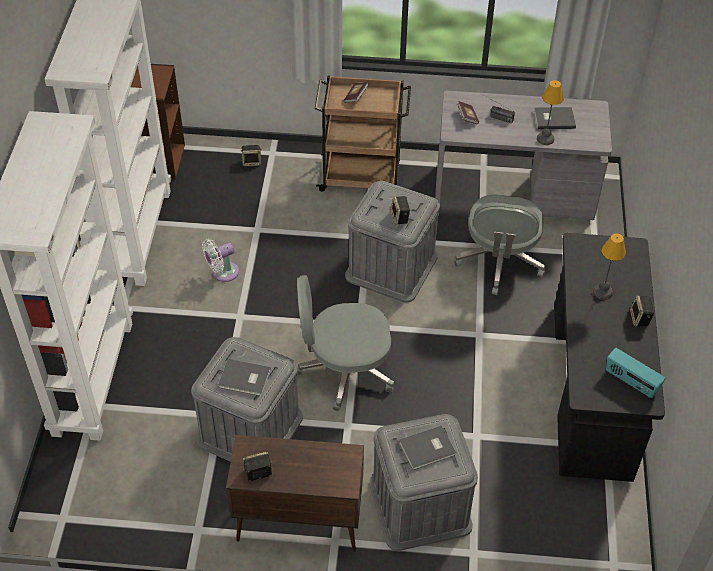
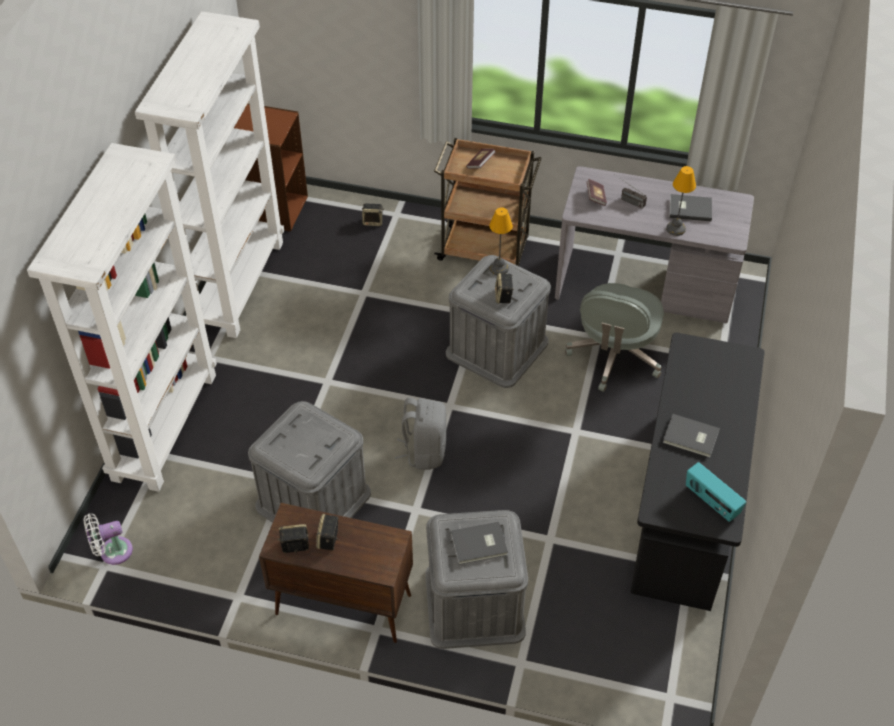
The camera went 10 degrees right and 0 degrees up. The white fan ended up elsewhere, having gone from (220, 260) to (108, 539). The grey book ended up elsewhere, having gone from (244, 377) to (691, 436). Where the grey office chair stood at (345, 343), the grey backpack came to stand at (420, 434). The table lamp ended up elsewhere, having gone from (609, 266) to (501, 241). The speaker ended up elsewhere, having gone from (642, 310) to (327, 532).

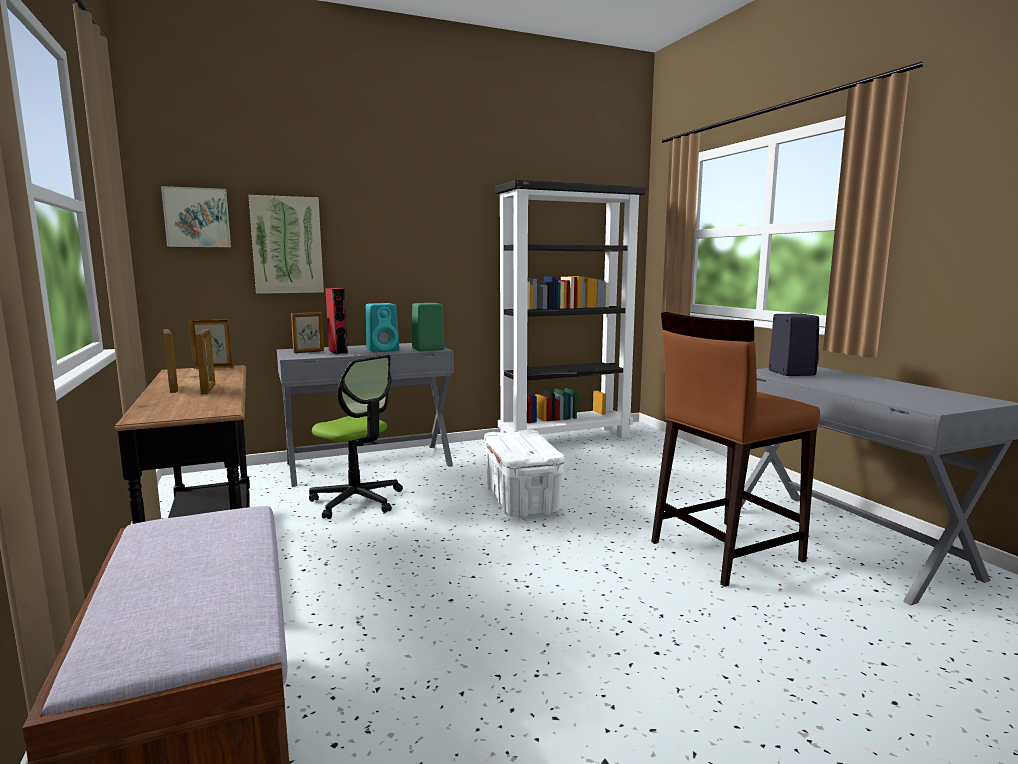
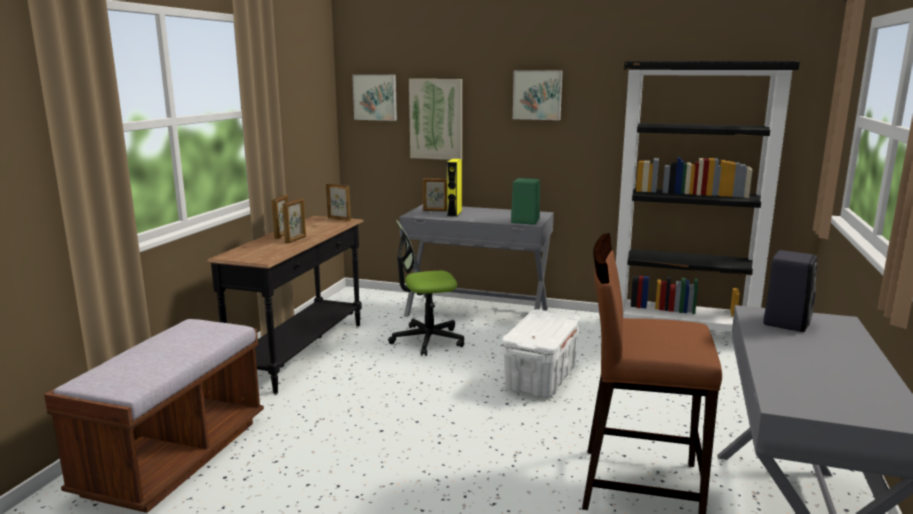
The camera went 40 degrees right and 5 degrees up. The office chair at (356, 437) ended up facing another way, 90 degrees clockwise from before. What was the red speaker at (336, 321) turned into the yellow speaker at (454, 188). The second view lost the turquoise speaker at (382, 327). The second view gained the picture at (537, 95).

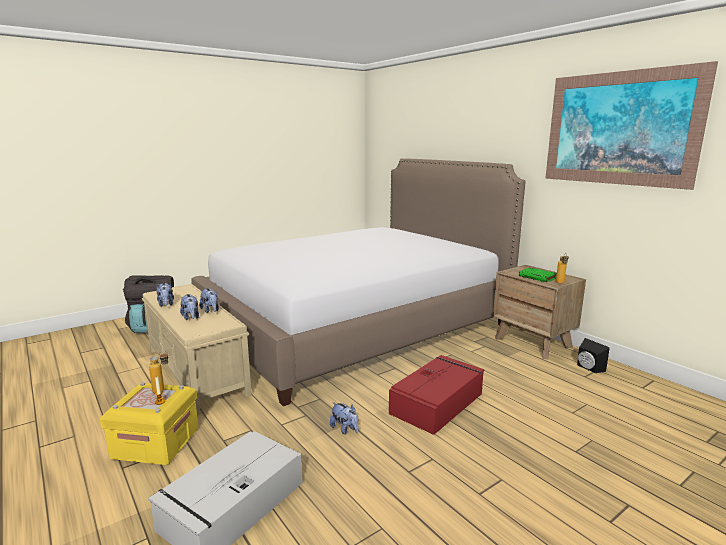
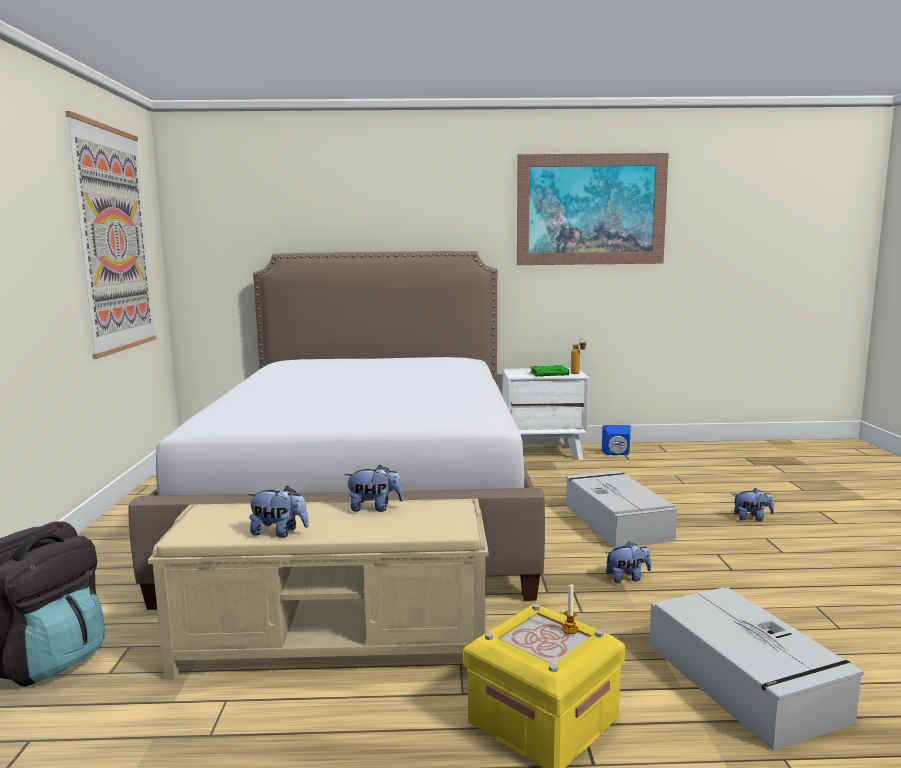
The camera went 55 degrees left and 5 degrees down. The second view lost the bottle at (159, 372). The plush toy ended up elsewhere, having gone from (189, 307) to (753, 504). What was the red storage box at (436, 395) turned into the grey storage box at (621, 509). What was the brown nightstand at (539, 312) turned into the white nightstand at (545, 414). What was the black speaker at (593, 355) turned into the blue speaker at (616, 440). The second view gained the picture at (111, 235).

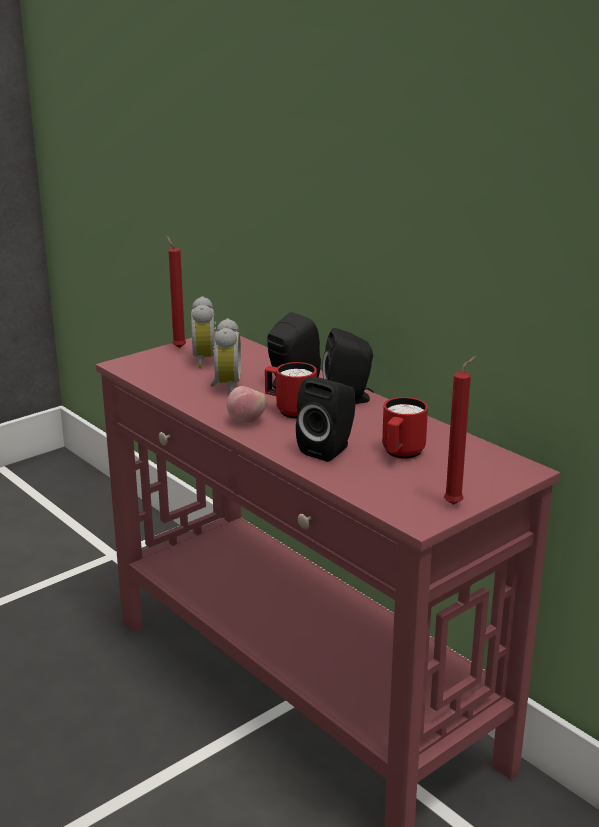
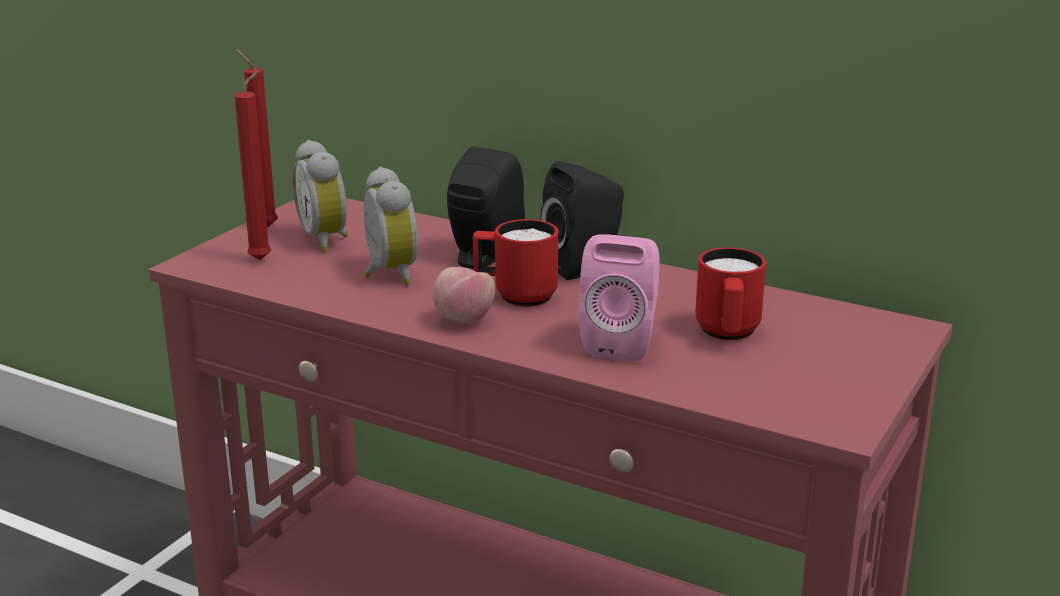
The camera went 20 degrees left and 0 degrees up. What was the black speaker at (326, 419) turned into the pink speaker at (619, 298). The red candle ended up elsewhere, having gone from (460, 430) to (253, 165).

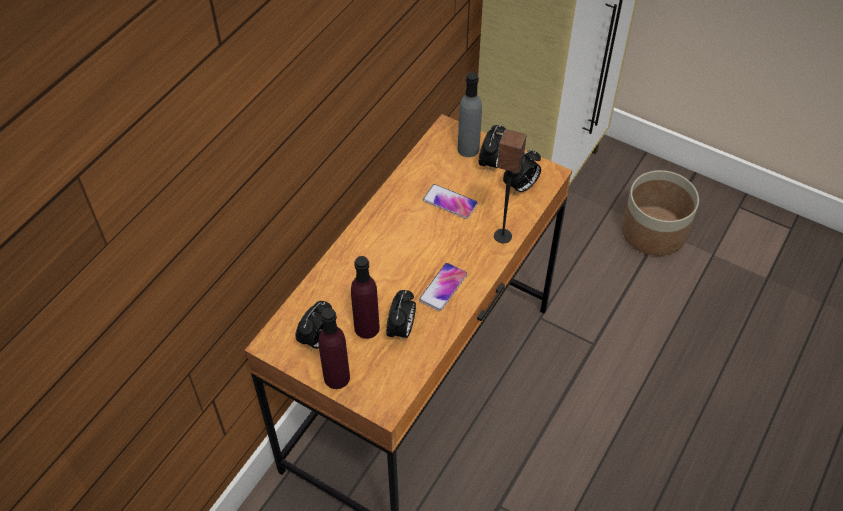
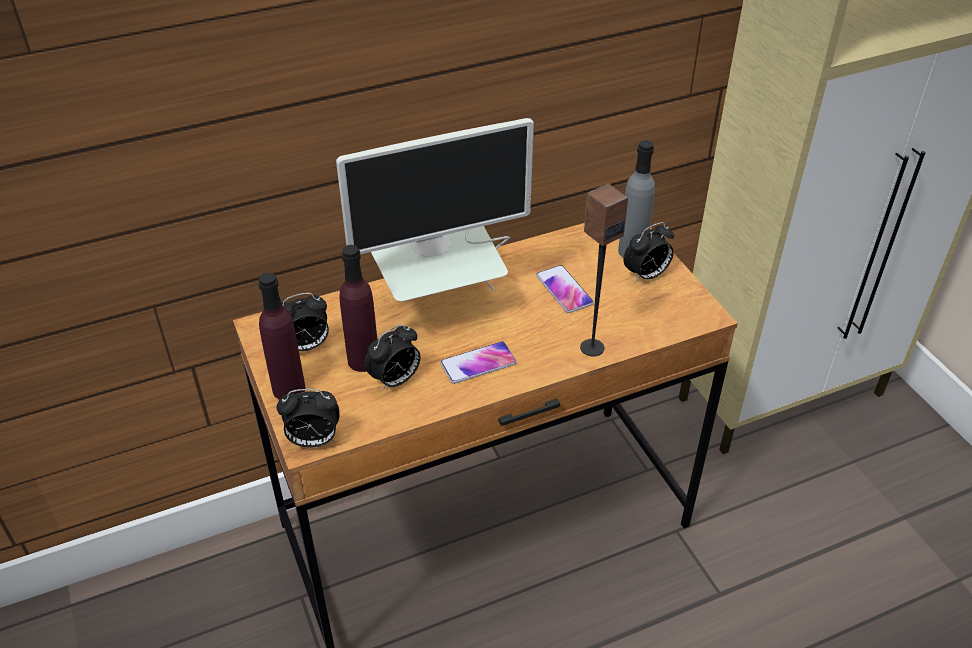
The camera went 35 degrees right and 10 degrees down. The alarm clock ended up elsewhere, having gone from (522, 172) to (308, 418). The second view lost the planter at (660, 213). The second view gained the monitor at (435, 210).

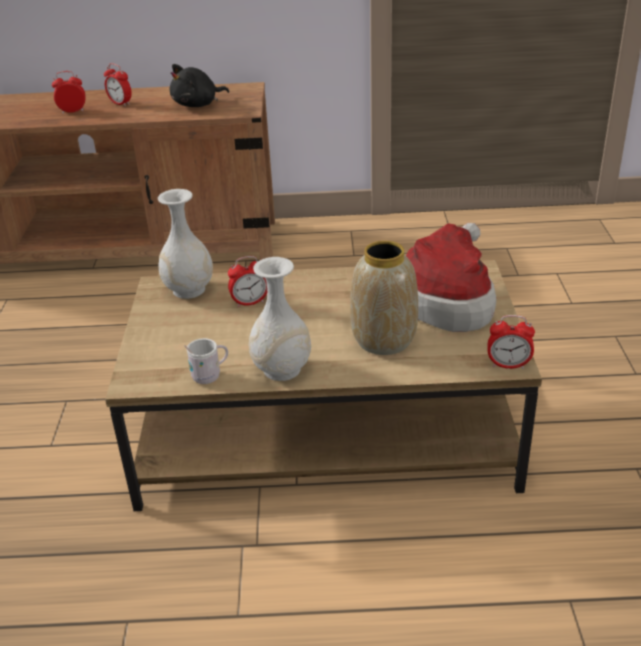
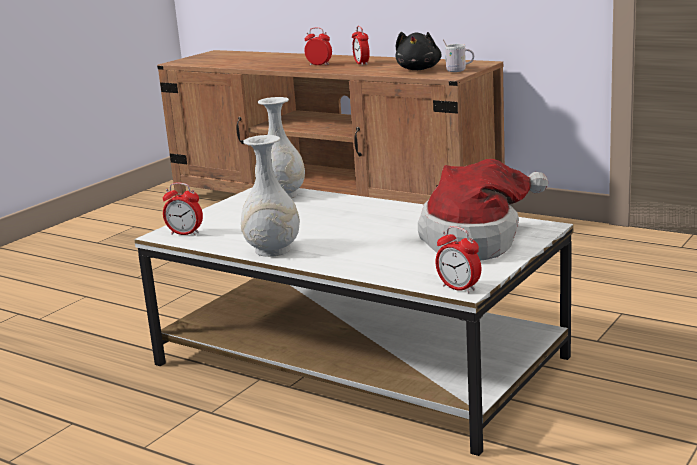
The camera went 35 degrees right and 15 degrees down. What was the brown coffee table at (323, 385) turned into the white coffee table at (354, 321). The black plush toy at (199, 85) ended up facing another way, 75 degrees counterclockwise from before. The white mug ended up elsewhere, having gone from (206, 361) to (458, 55). The alarm clock ended up elsewhere, having gone from (247, 281) to (183, 209). The second view lost the vase at (384, 298).

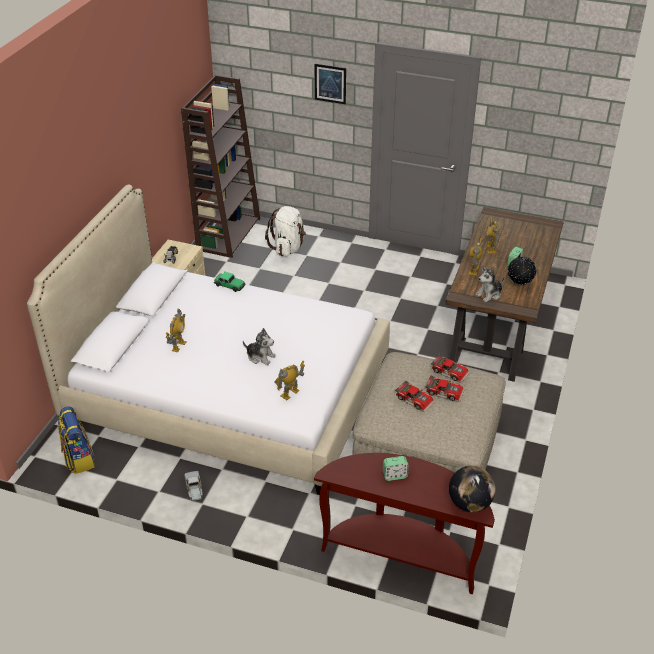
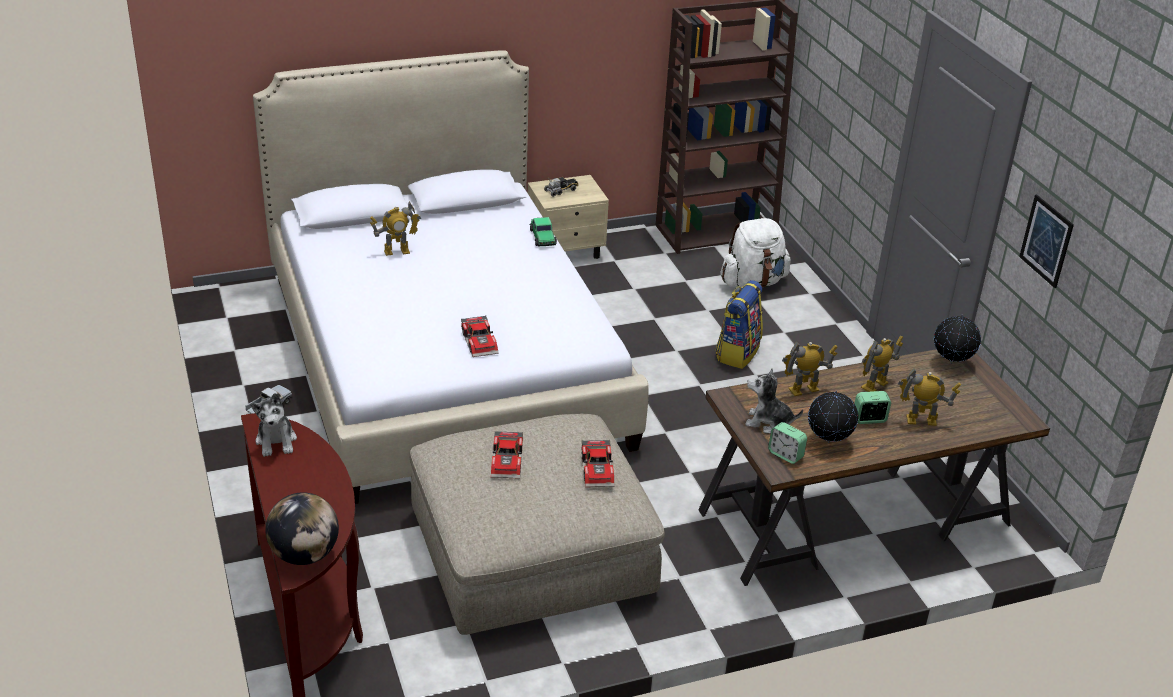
The camera went 50 degrees right and 5 degrees down. The backpack ended up elsewhere, having gone from (76, 440) to (739, 324). The plush toy ended up elsewhere, having gone from (259, 346) to (273, 425). The toy robot ended up elsewhere, having gone from (289, 380) to (929, 396). The picture ended up elsewhere, having gone from (330, 84) to (1046, 241). The alarm clock ended up elsewhere, having gone from (396, 468) to (787, 443). The toy car ended up elsewhere, having gone from (445, 388) to (479, 336). The second view gained the globe at (957, 339).

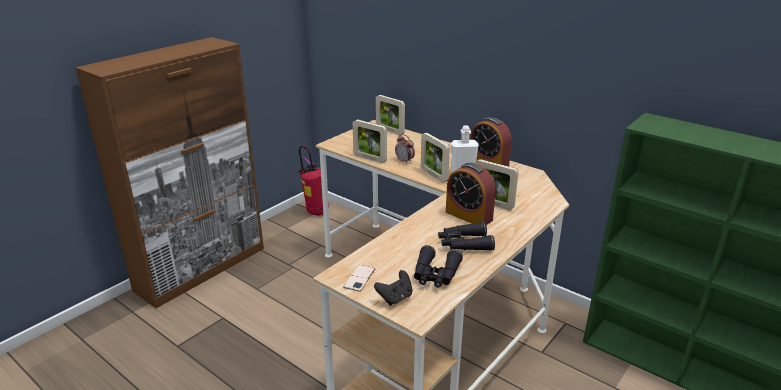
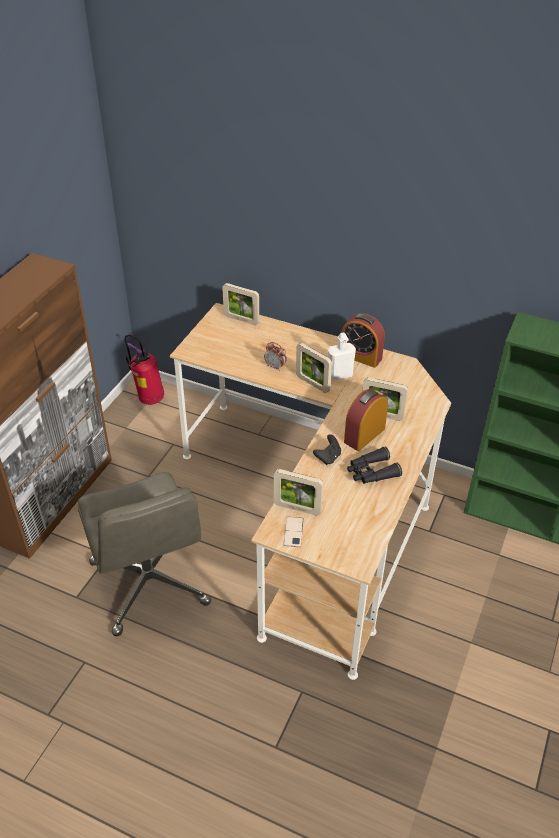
The camera went 15 degrees left and 15 degrees up. The picture frame ended up elsewhere, having gone from (370, 141) to (298, 492). The black game controller ended up elsewhere, having gone from (393, 288) to (327, 449). The second view lost the black binoculars at (438, 266). The alarm clock at (471, 194) ended up facing another way, 105 degrees clockwise from before. The second view gained the grey office chair at (144, 554).

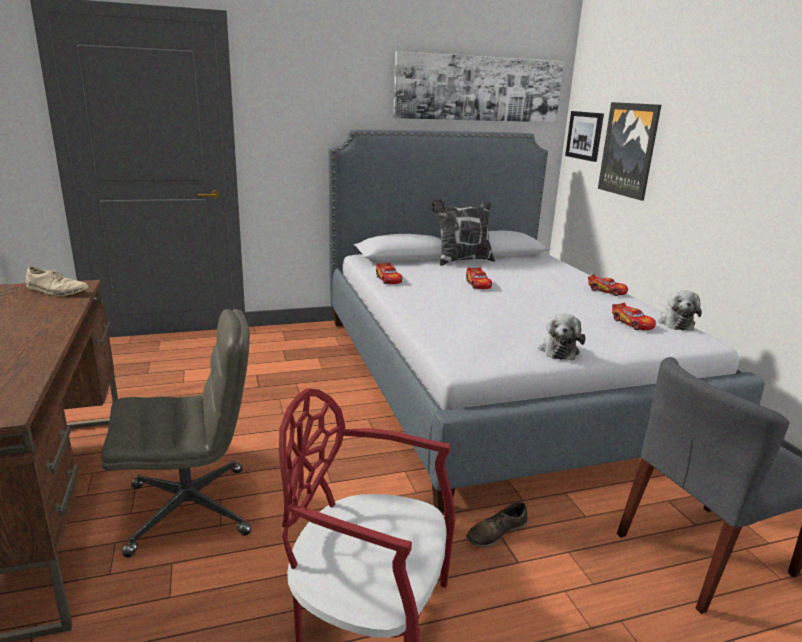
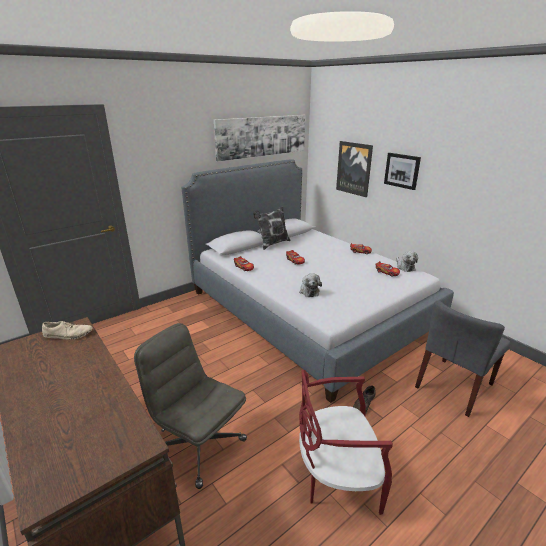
The camera went 20 degrees left and 5 degrees up. The grey office chair at (176, 433) ended up facing another way, 105 degrees counterclockwise from before. The plush toy ended up elsewhere, having gone from (561, 336) to (310, 285). The picture ended up elsewhere, having gone from (584, 136) to (402, 171).

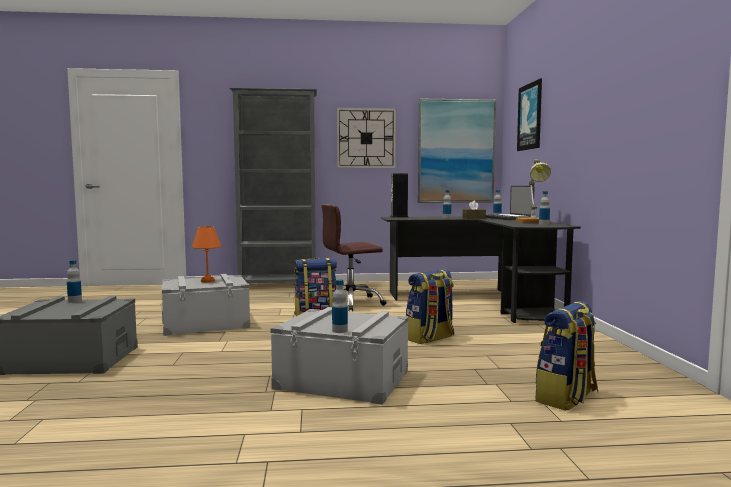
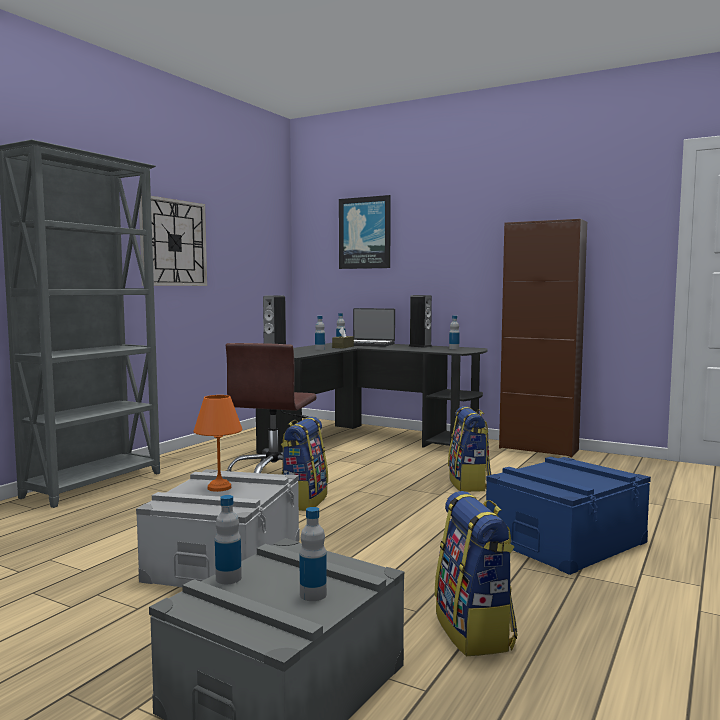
The camera went 55 degrees left and 0 degrees up. What was the grey storage box at (340, 356) turned into the blue storage box at (568, 516). The bottle ended up elsewhere, having gone from (340, 306) to (313, 554). The second view lost the picture at (457, 150). Where the table lamp stood at (533, 191), the speaker came to stand at (420, 321). The backpack ended up elsewhere, having gone from (566, 355) to (476, 573). The second view gained the brown cabinet at (543, 338).

